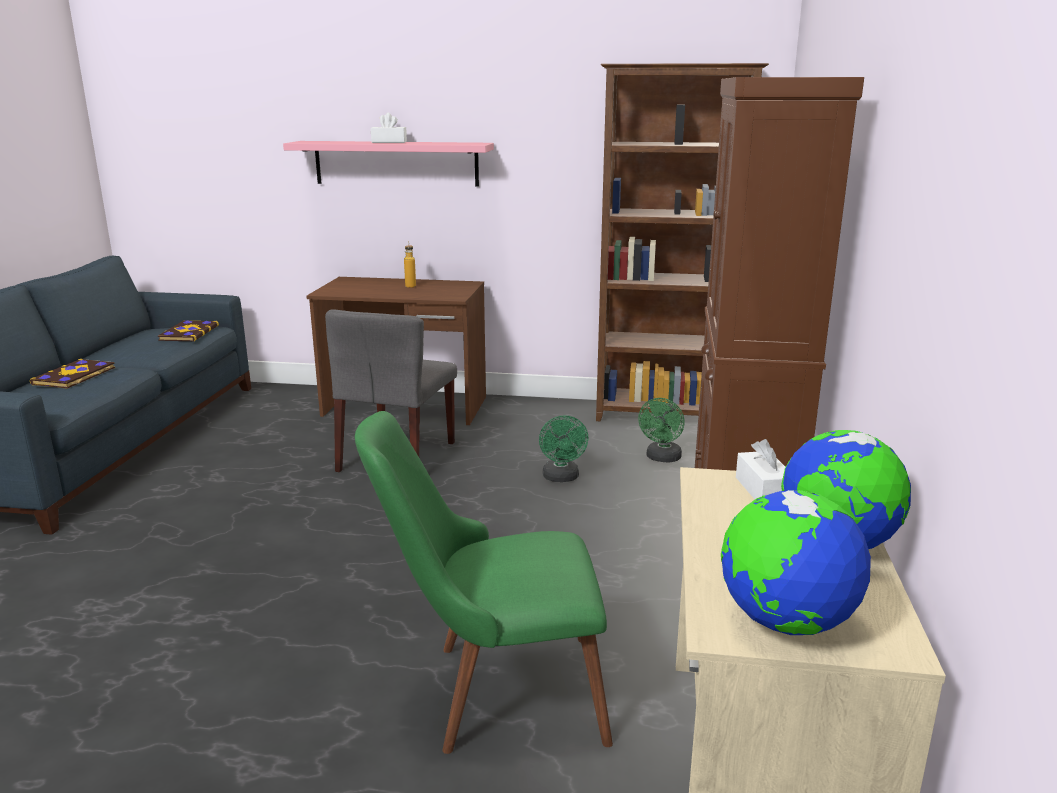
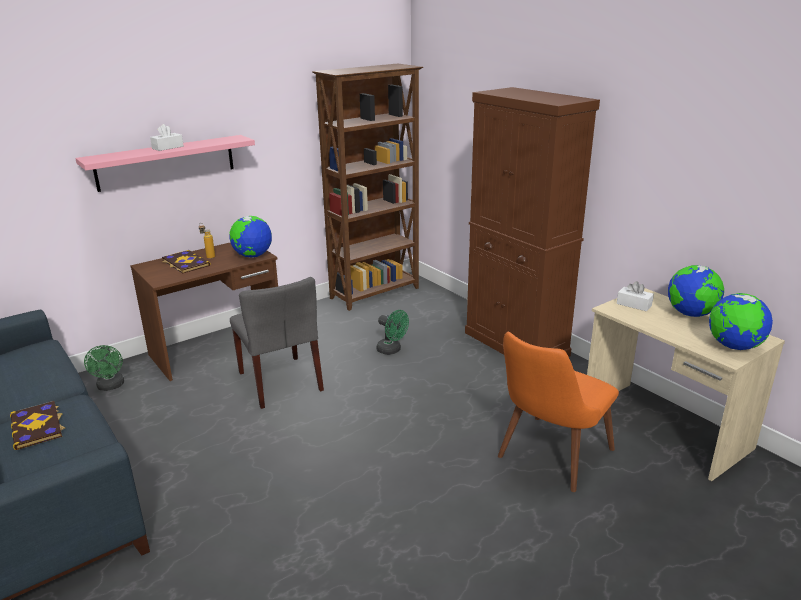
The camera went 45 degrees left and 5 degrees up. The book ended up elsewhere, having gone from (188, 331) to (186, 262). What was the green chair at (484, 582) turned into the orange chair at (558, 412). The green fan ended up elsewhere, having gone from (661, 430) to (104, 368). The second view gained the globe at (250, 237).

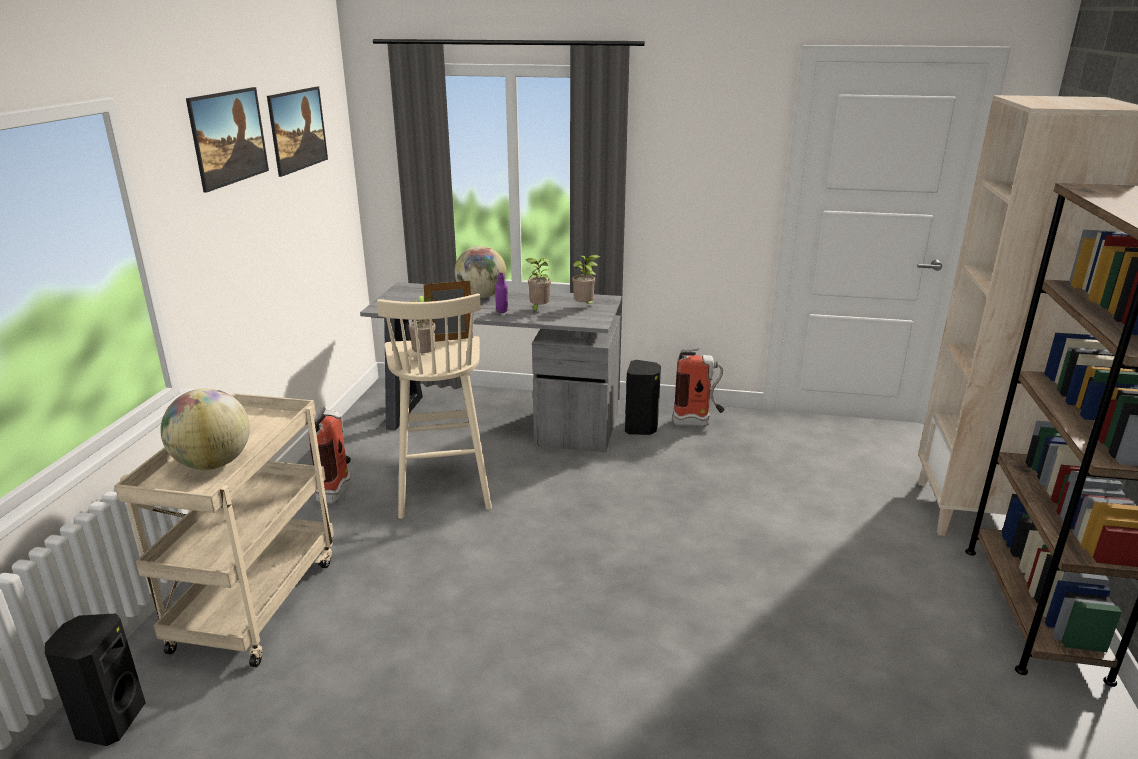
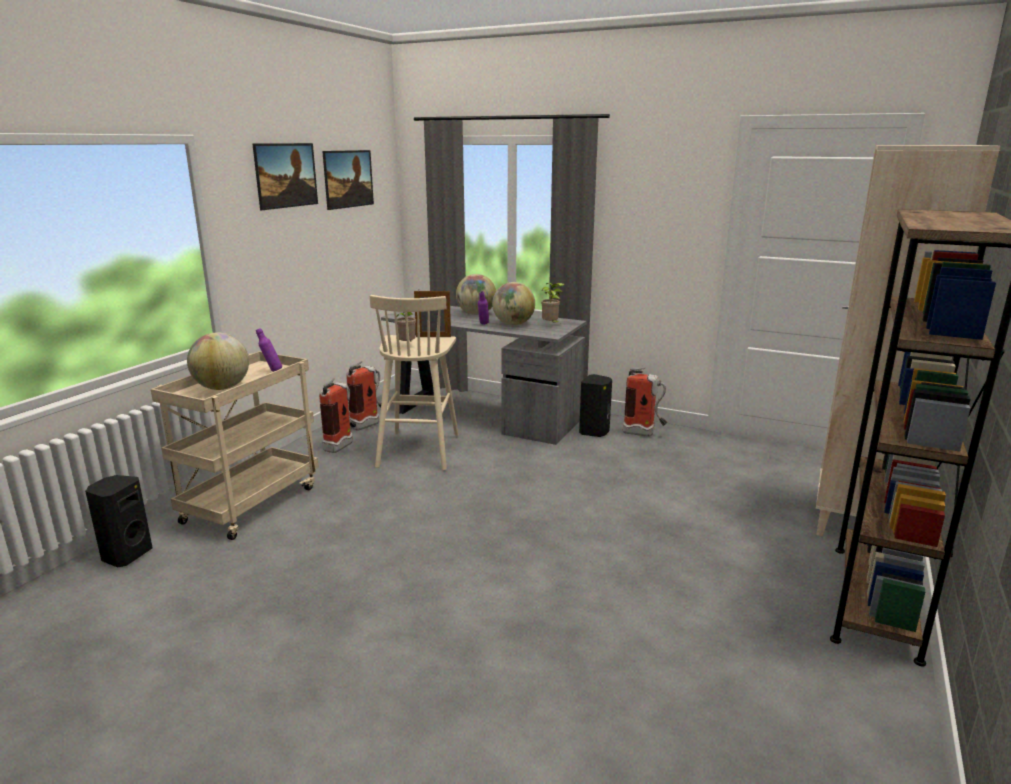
The camera went 15 degrees right and 5 degrees down. Where the potted plant stood at (539, 285), the globe came to stand at (513, 303). The second view gained the purple bottle at (269, 350). The second view gained the fire extinguisher at (363, 396).

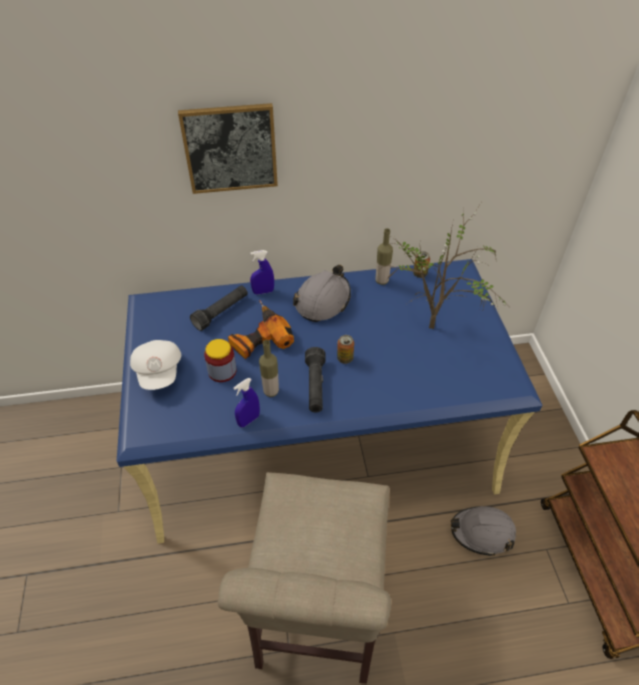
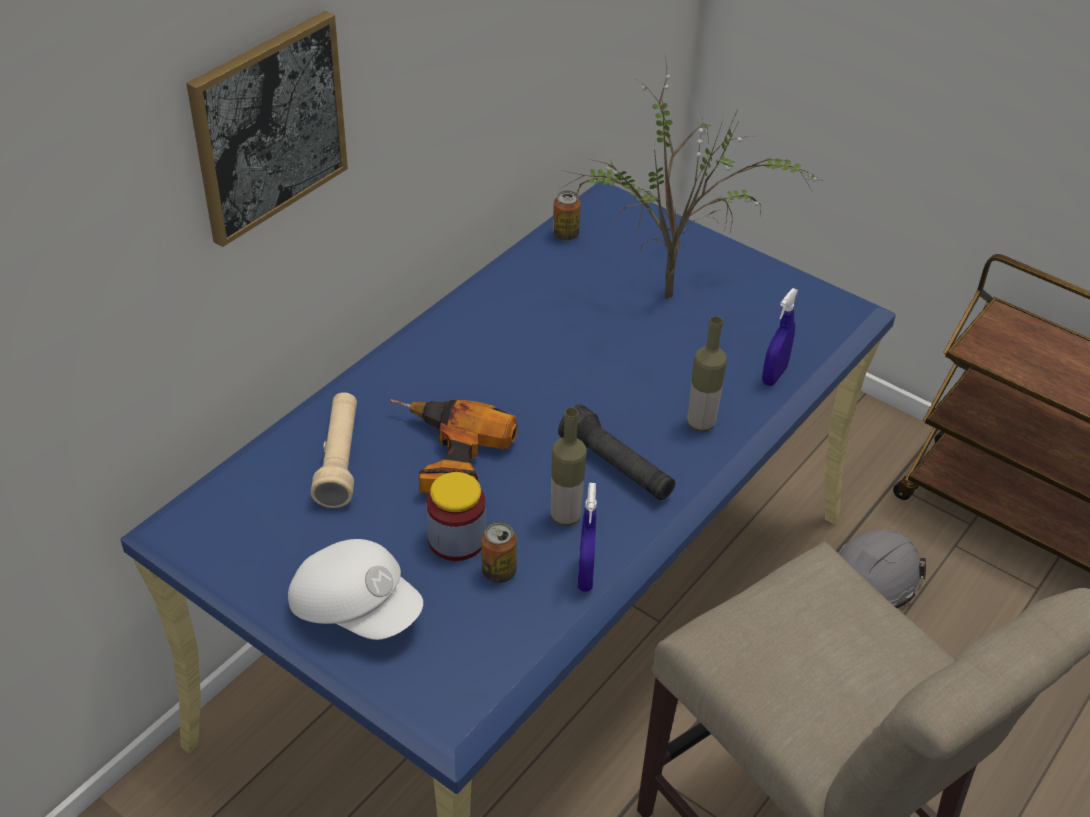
The camera went 45 degrees left and 5 degrees down. What was the black flashlight at (219, 308) turned into the beige flashlight at (334, 450). The blue spray bottle ended up elsewhere, having gone from (262, 272) to (780, 337). The second view lost the grey hard hat at (322, 293). The can ended up elsewhere, having gone from (345, 349) to (499, 552). The bottle ended up elsewhere, having gone from (384, 256) to (707, 374).

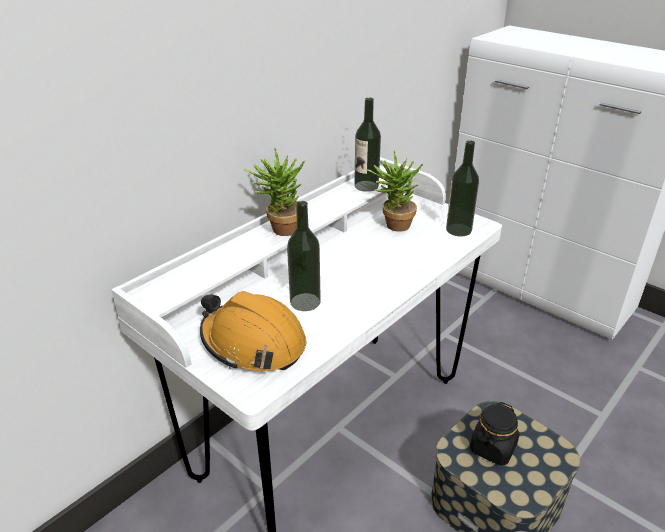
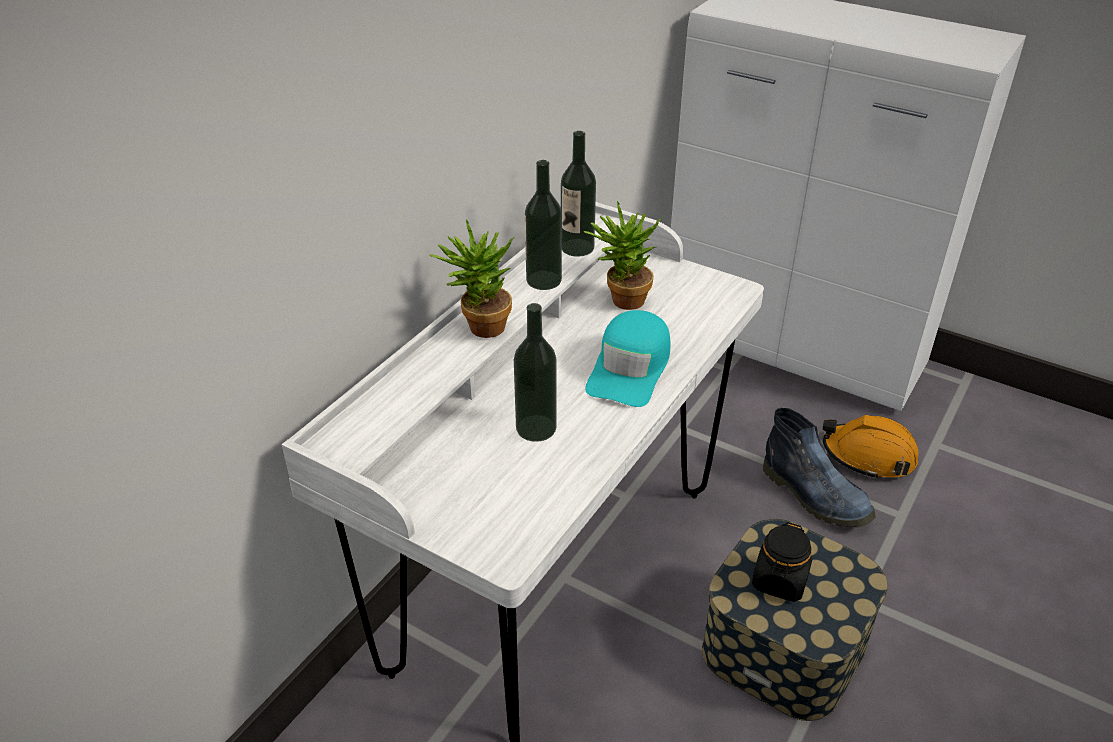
The camera went 10 degrees left and 5 degrees up. The orange hard hat ended up elsewhere, having gone from (253, 331) to (870, 447). The bottle ended up elsewhere, having gone from (462, 188) to (543, 225). The second view gained the turquoise cap at (627, 358). The second view gained the boot at (819, 467).

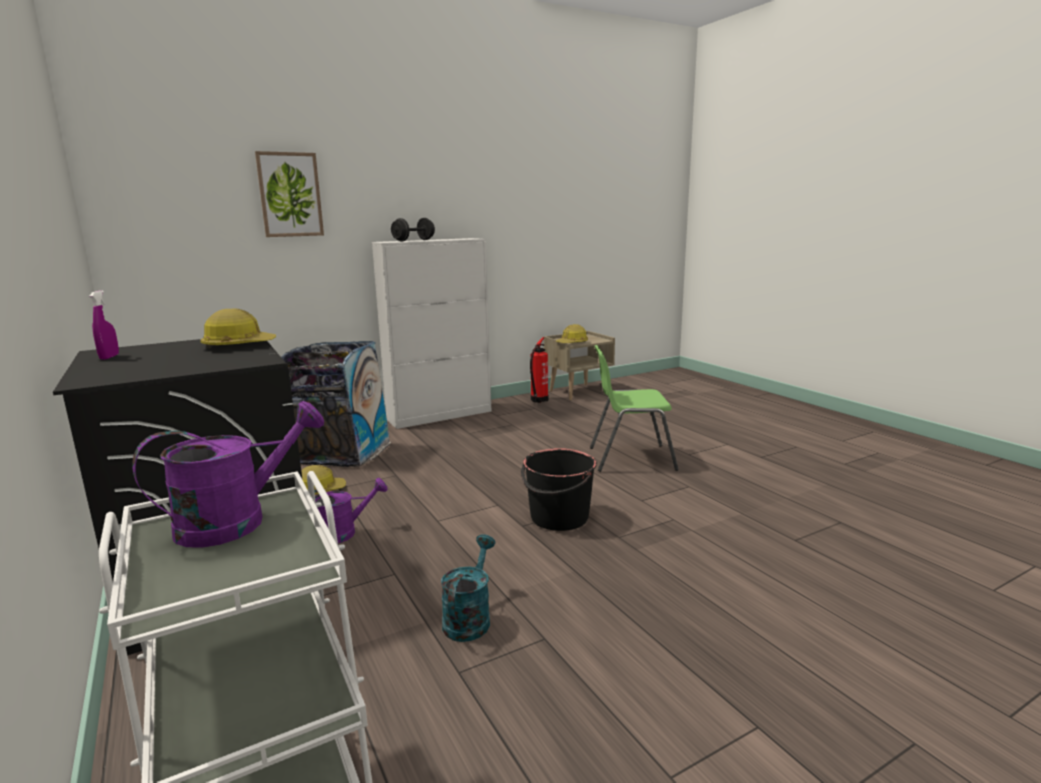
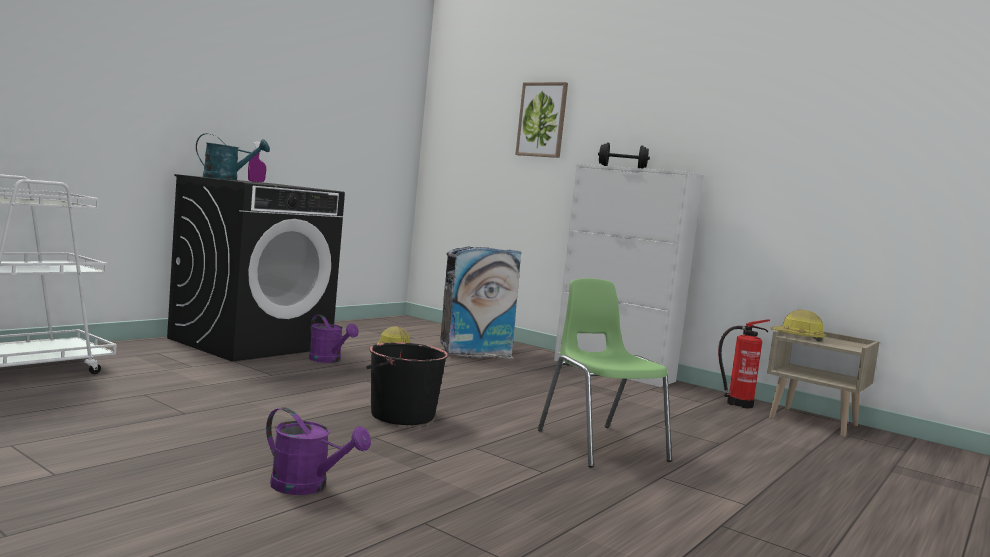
The camera went 65 degrees right and 10 degrees down. The purple watering can ended up elsewhere, having gone from (228, 474) to (318, 451). The second view lost the hard hat at (238, 328). The turquoise watering can ended up elsewhere, having gone from (468, 588) to (233, 156).

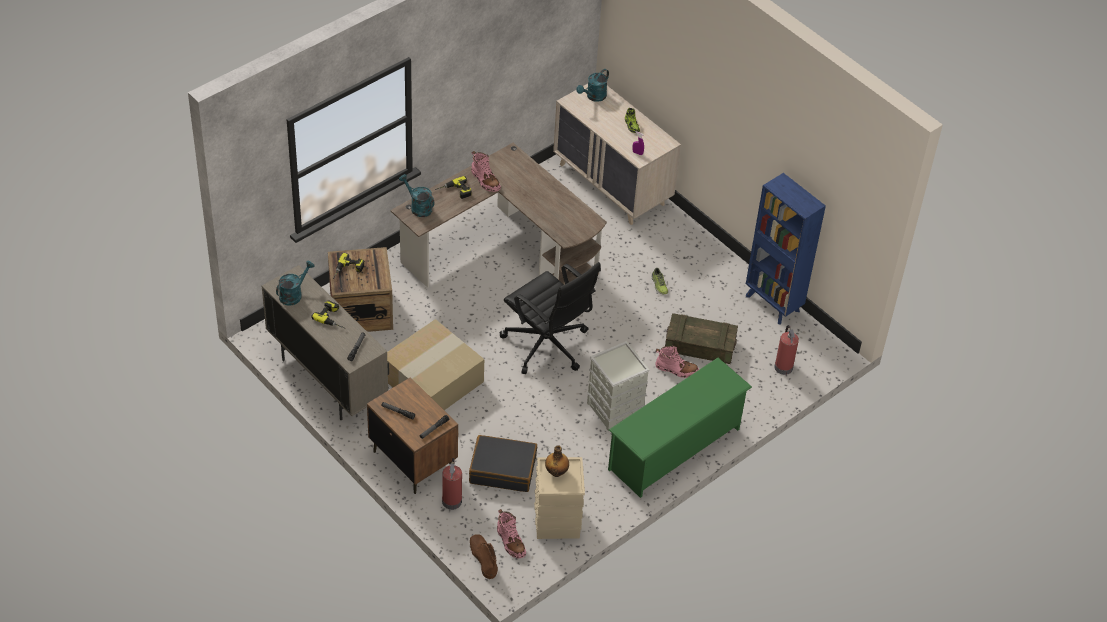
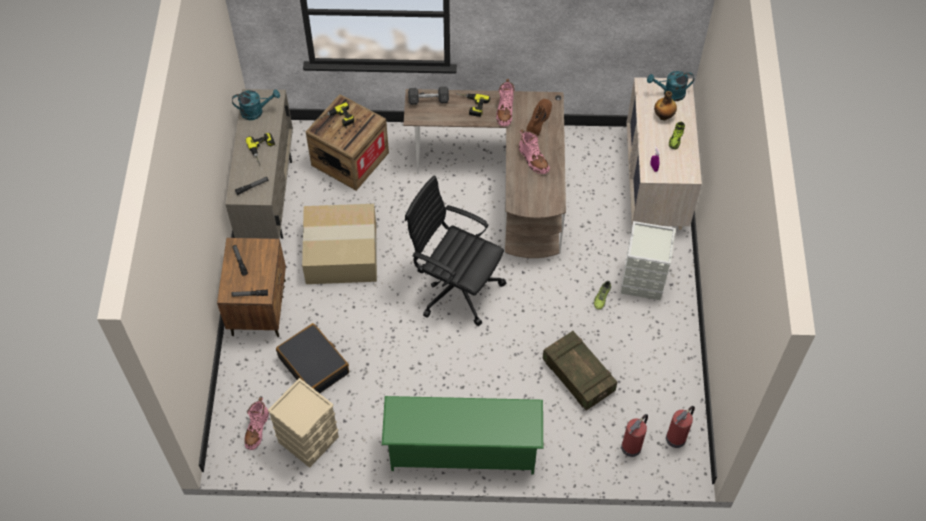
The camera went 45 degrees right and 10 degrees up. Where the turquoise watering can stood at (416, 195), the grey dumbbell came to stand at (428, 95). The fire extinguisher ended up elsewhere, having gone from (452, 484) to (680, 427). The brown boot ended up elsewhere, having gone from (484, 556) to (539, 117). The black office chair at (550, 318) ended up facing another way, 120 degrees clockwise from before. The bottle ended up elsewhere, having gone from (557, 461) to (665, 105). The grey storage box ended up elsewhere, having gone from (618, 386) to (648, 260). The pink boot ended up elsewhere, having gone from (677, 361) to (534, 151). The second view lost the blue bookcase at (786, 248).

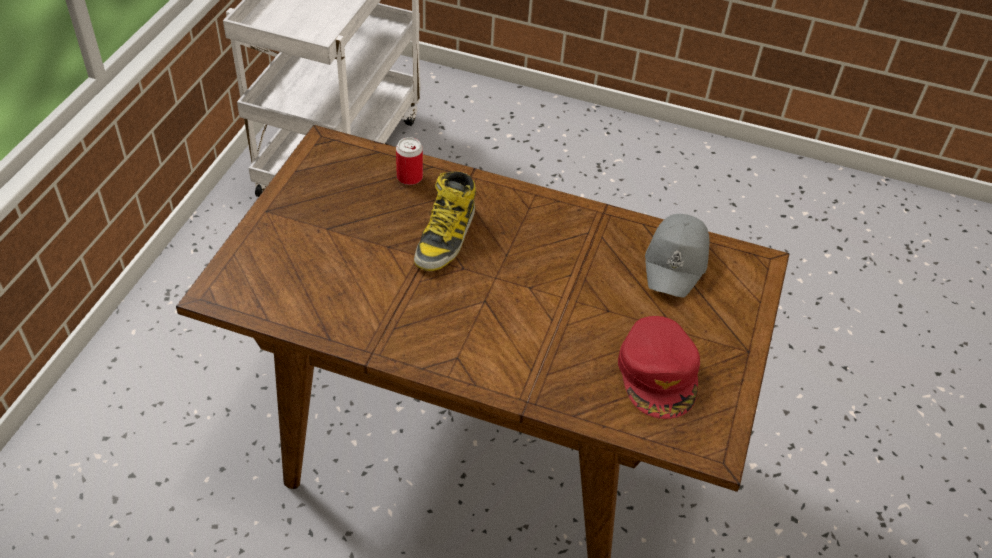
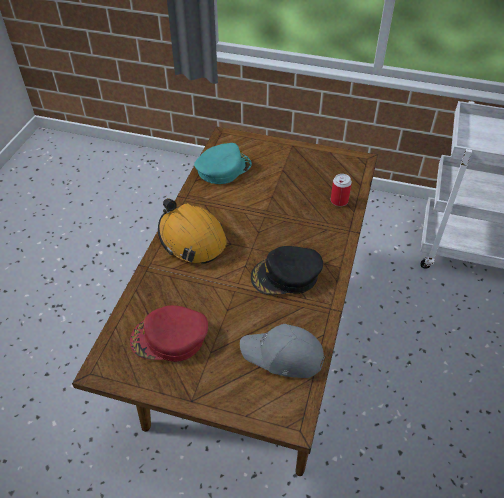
The camera went 90 degrees right and 0 degrees up. The second view lost the boot at (445, 221). The second view gained the orange hard hat at (192, 231). The second view gained the turquoise cap at (223, 163). The second view gained the black cap at (287, 270).

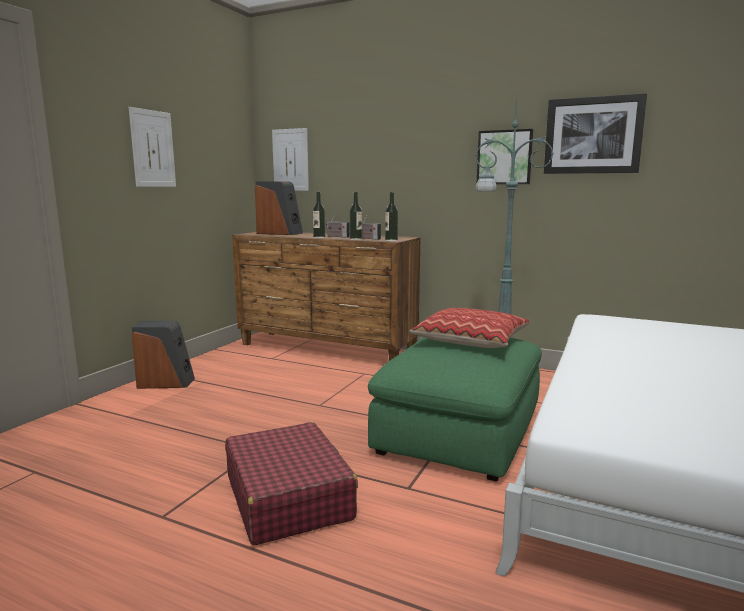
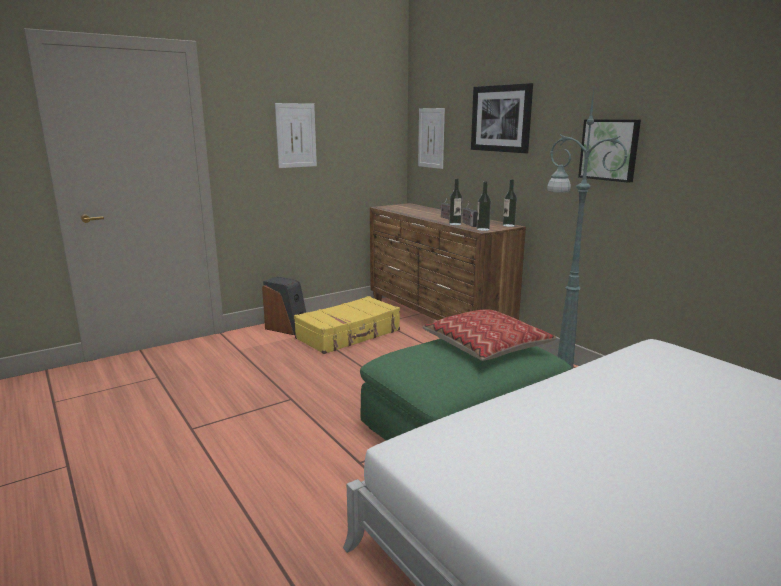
The camera went 30 degrees right and 5 degrees up. The second view lost the red suitcase at (291, 483). The second view lost the speaker at (279, 208). The bottle ended up elsewhere, having gone from (319, 215) to (510, 203). The picture ended up elsewhere, having gone from (595, 133) to (502, 118). The second view gained the yellow suitcase at (347, 325).

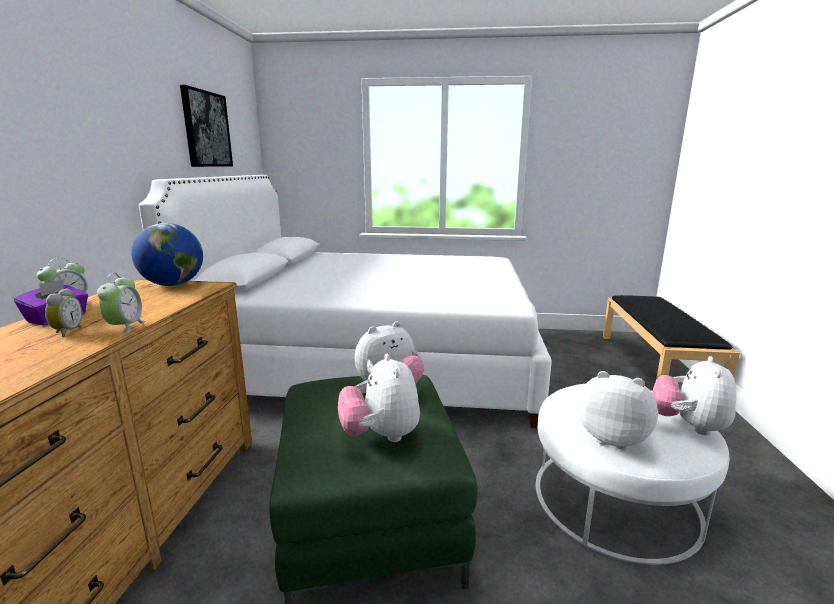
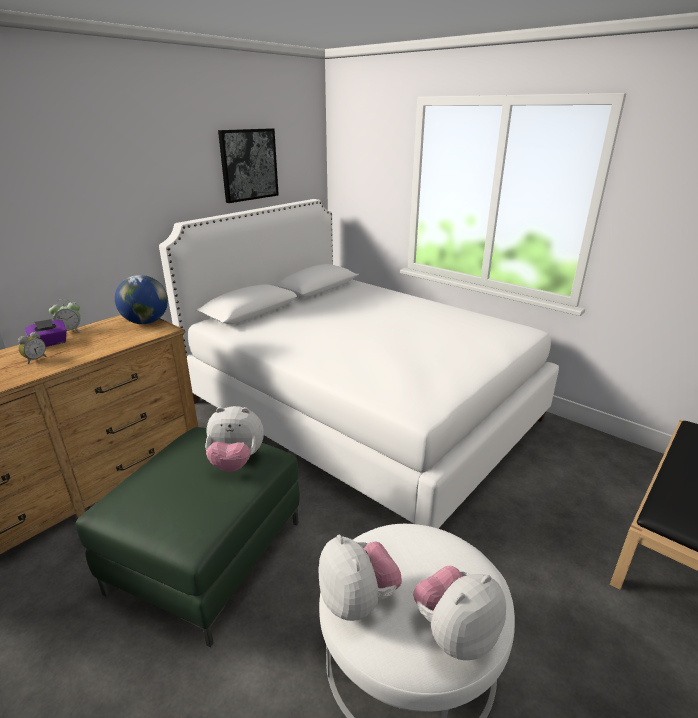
The camera went 35 degrees right and 10 degrees up. The second view lost the alarm clock at (121, 303). The second view lost the plush toy at (379, 398).

